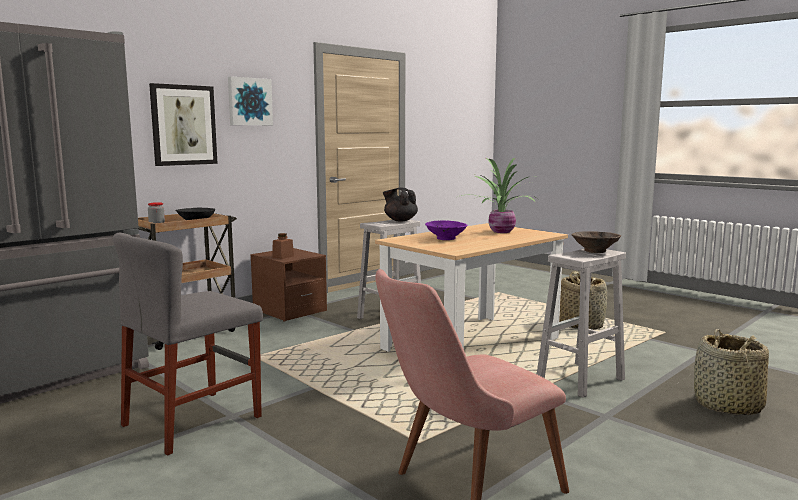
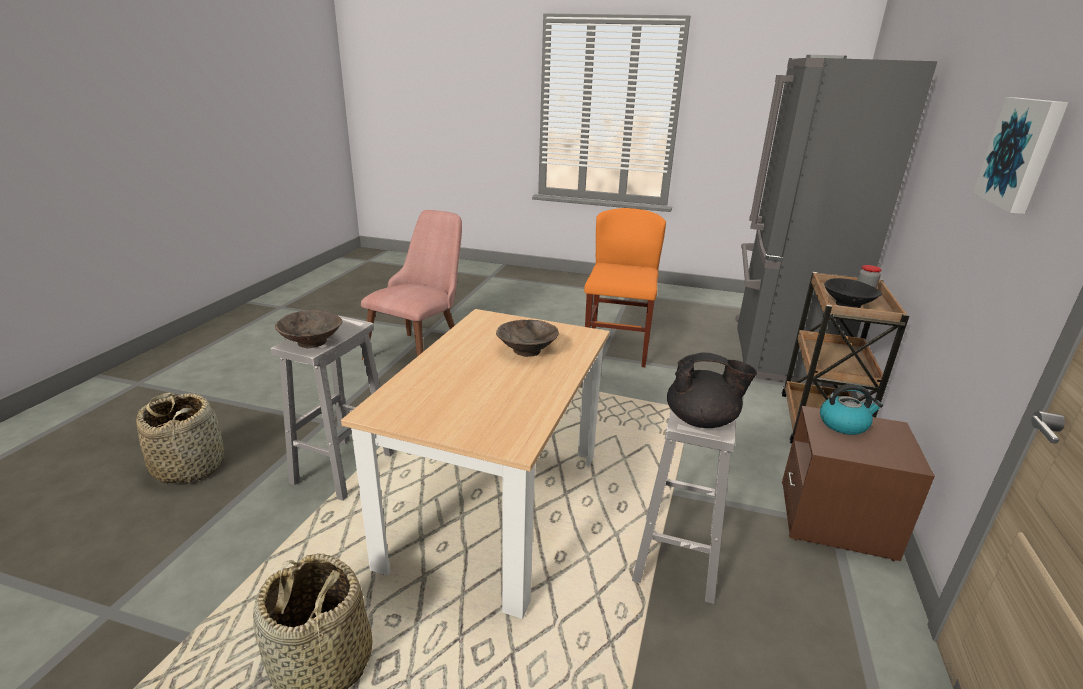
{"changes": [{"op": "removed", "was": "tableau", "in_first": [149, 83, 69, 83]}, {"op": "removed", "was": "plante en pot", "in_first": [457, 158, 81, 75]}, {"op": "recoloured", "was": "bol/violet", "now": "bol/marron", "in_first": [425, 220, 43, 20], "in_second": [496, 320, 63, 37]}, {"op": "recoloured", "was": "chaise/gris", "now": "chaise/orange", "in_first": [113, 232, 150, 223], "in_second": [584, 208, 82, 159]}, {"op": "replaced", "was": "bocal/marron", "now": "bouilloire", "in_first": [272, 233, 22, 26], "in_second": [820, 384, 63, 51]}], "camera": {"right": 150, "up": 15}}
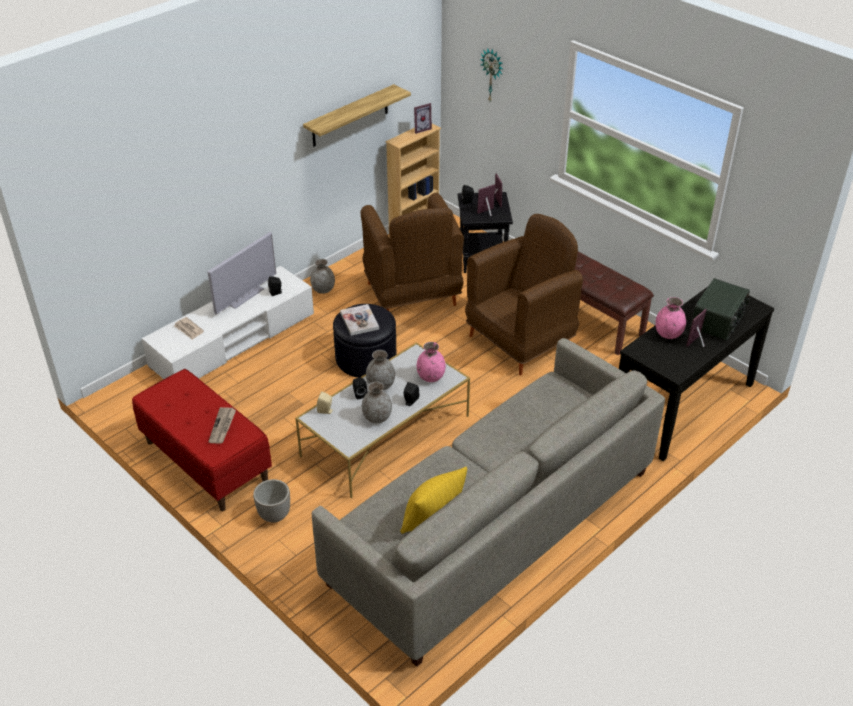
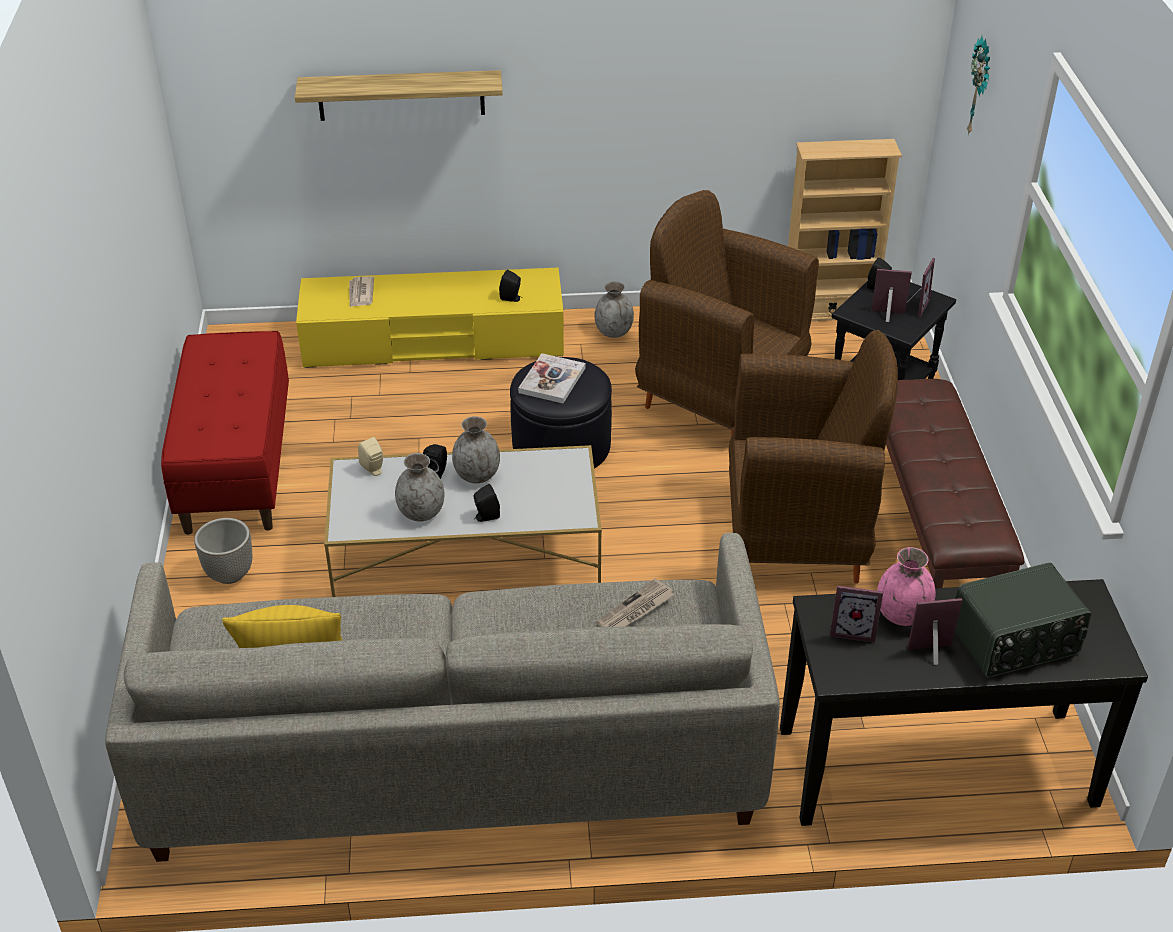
{"changes": [{"op": "moved", "was": "étagère", "in_first": [303, 84, 108, 62], "in_second": [295, 70, 208, 51]}, {"op": "moved", "was": "cadre photo", "in_first": [414, 103, 18, 31], "in_second": [830, 586, 53, 57]}, {"op": "turned", "was": "fauteuil/marron", "in_first": [361, 193, 103, 118], "in_second": [635, 190, 184, 246], "clockwise": 105}, {"op": "removed", "was": "téléviseur", "in_first": [207, 232, 69, 83]}, {"op": "recoloured", "was": "meuble télé/blanc", "now": "meuble télé/jaune", "in_first": [142, 266, 172, 113], "in_second": [296, 268, 268, 100]}, {"op": "removed", "was": "vase/rose", "in_first": [417, 342, 29, 40]}, {"op": "moved", "was": "journal", "in_first": [208, 407, 28, 37], "in_second": [597, 578, 77, 49]}], "camera": {"right": 40, "up": 0}}
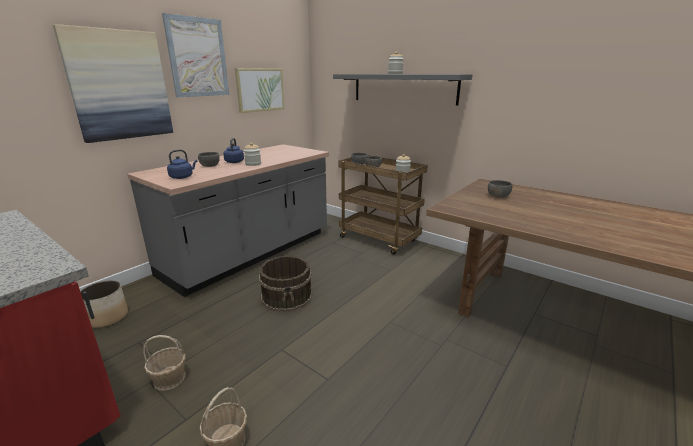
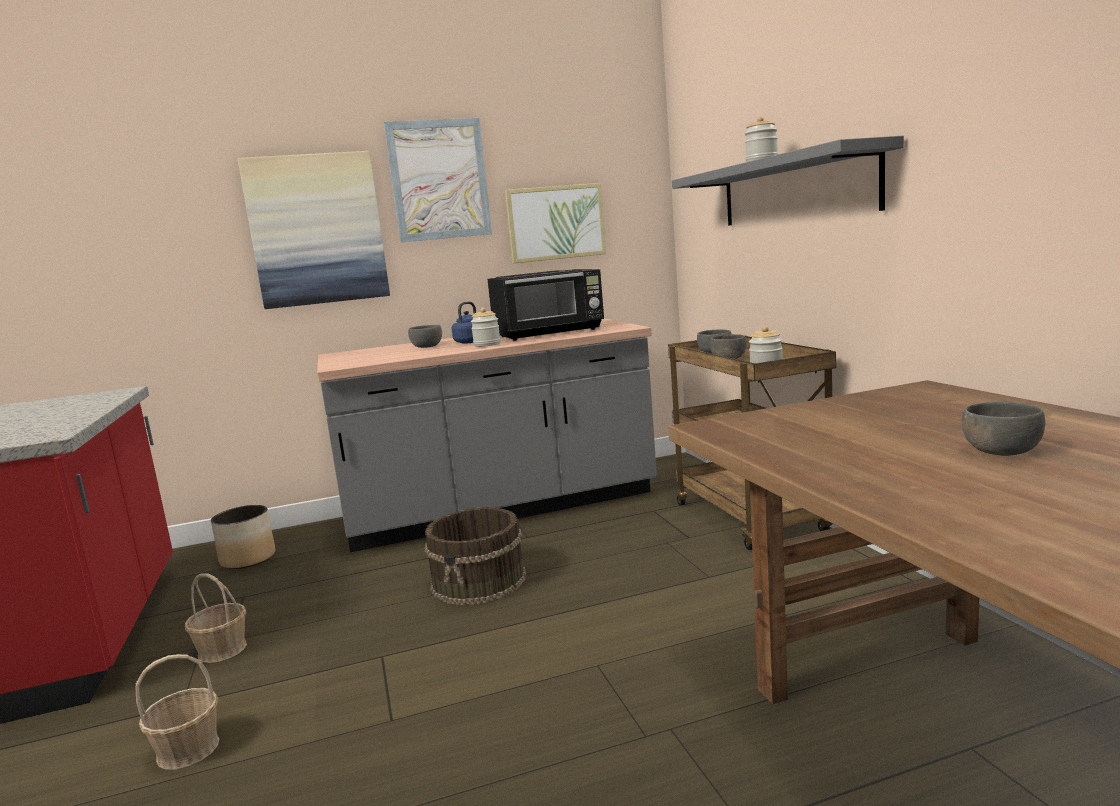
{"changes": [{"op": "removed", "was": "bouilloire/bleu", "in_first": [167, 149, 30, 30]}, {"op": "moved", "was": "bol/gris", "in_first": [488, 180, 24, 18], "in_second": [962, 402, 83, 54]}, {"op": "added", "now": "micro-ondes/noir", "in_second": [487, 269, 117, 72]}], "camera": {"right": 35, "up": -10}}
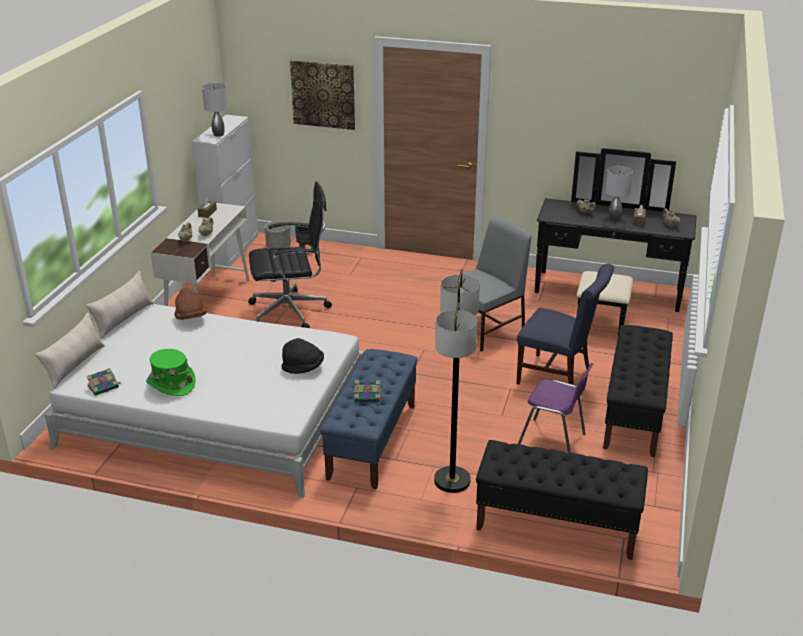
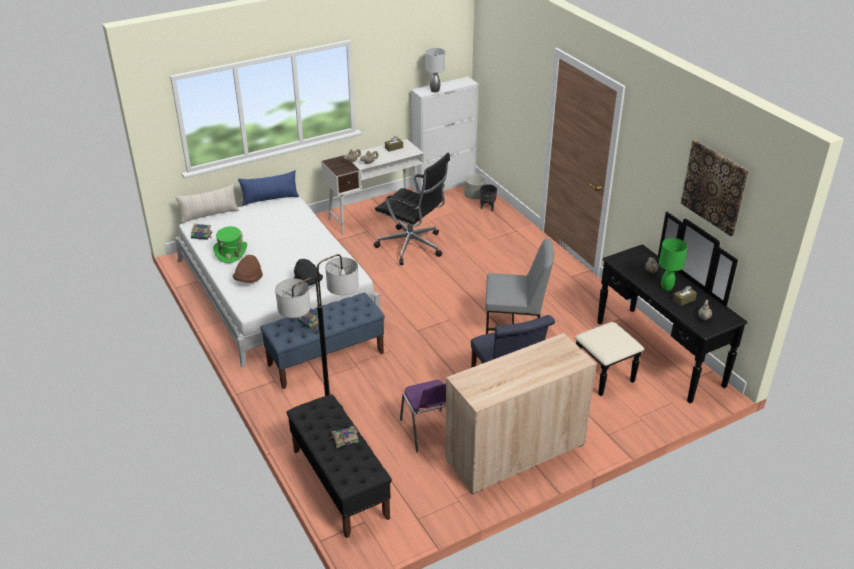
{"changes": [{"op": "moved", "was": "tableau", "in_first": [290, 60, 65, 70], "in_second": [681, 140, 68, 96]}, {"op": "recoloured", "was": "lampe de table/gris", "now": "lampe de table/vert", "in_first": [605, 166, 28, 55], "in_second": [659, 238, 29, 53]}, {"op": "recoloured", "was": "coussin/beige", "now": "coussin/bleu", "in_first": [86, 271, 67, 68], "in_second": [238, 170, 61, 36]}, {"op": "moved", "was": "chapeau/marron", "in_first": [174, 287, 32, 33], "in_second": [232, 255, 31, 28]}, {"op": "replaced", "was": "banc/noir", "now": "meuble de rangement/beige", "in_first": [603, 325, 70, 132], "in_second": [445, 333, 152, 161]}, {"op": "added", "now": "livre", "in_second": [328, 426, 31, 22]}], "camera": {"right": 45, "up": 5}}
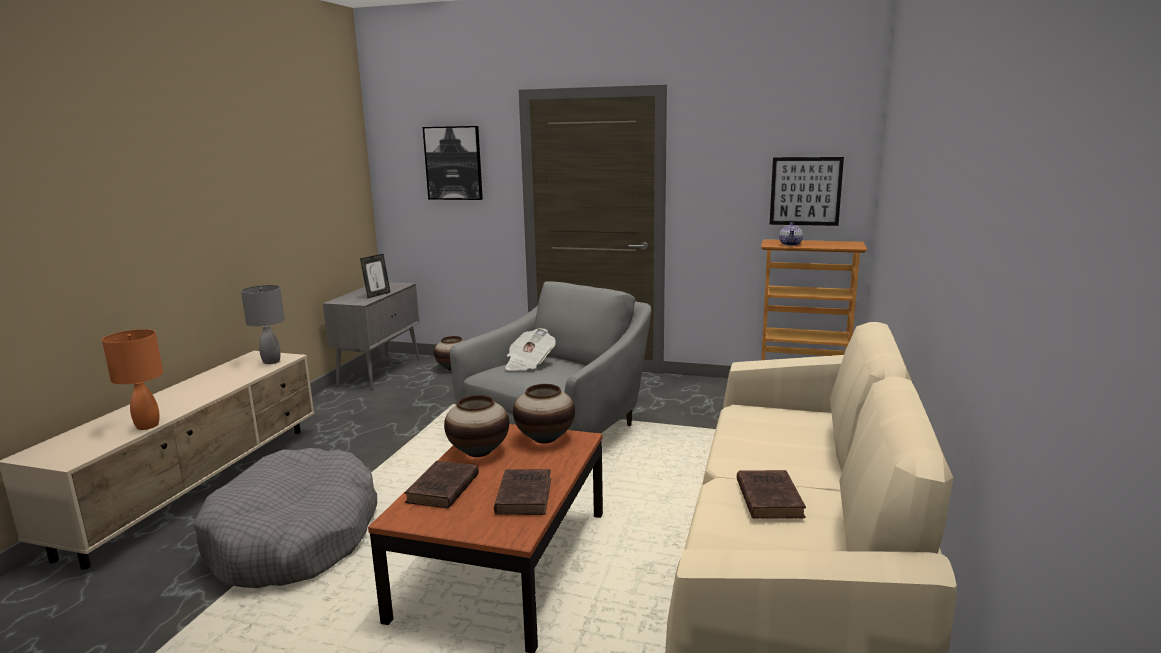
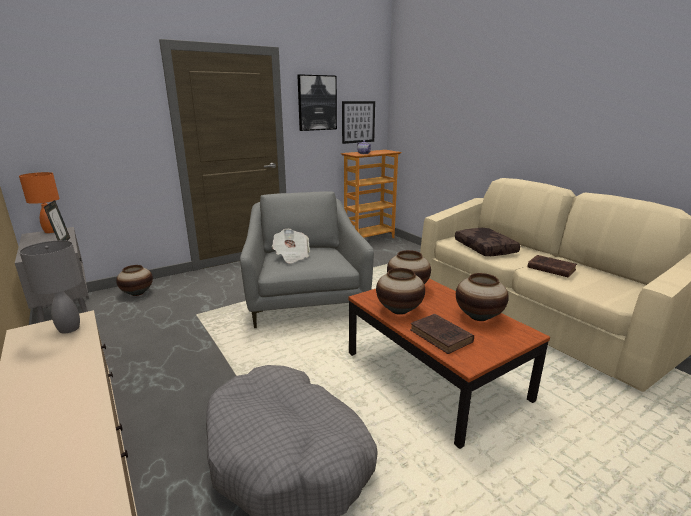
{"changes": [{"op": "moved", "was": "tableau", "in_first": [423, 126, 60, 74], "in_second": [297, 74, 40, 57]}, {"op": "moved", "was": "lampe de table/orange", "in_first": [102, 329, 61, 101], "in_second": [19, 172, 41, 61]}, {"op": "replaced", "was": "livre/marron", "now": "vase", "in_first": [494, 469, 57, 46], "in_second": [456, 273, 53, 48]}, {"op": "added", "now": "coussin/marron", "in_second": [455, 228, 65, 28]}], "camera": {"right": -50, "up": 5}}
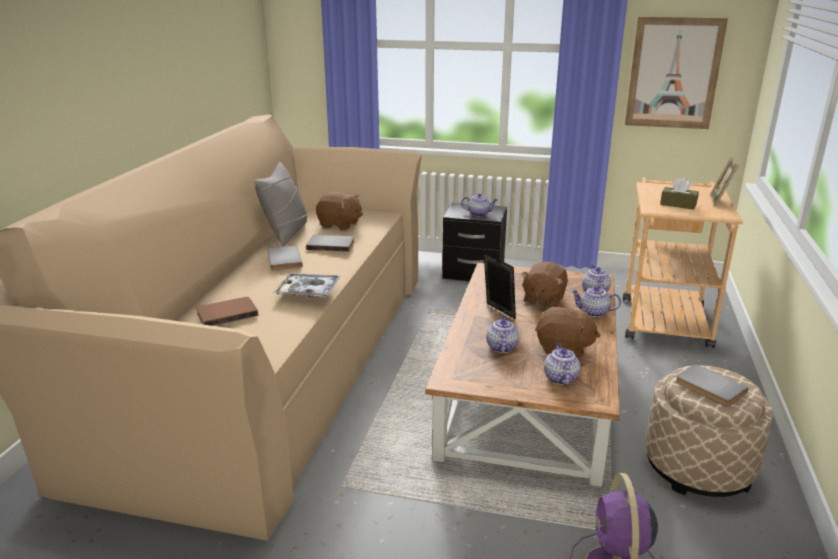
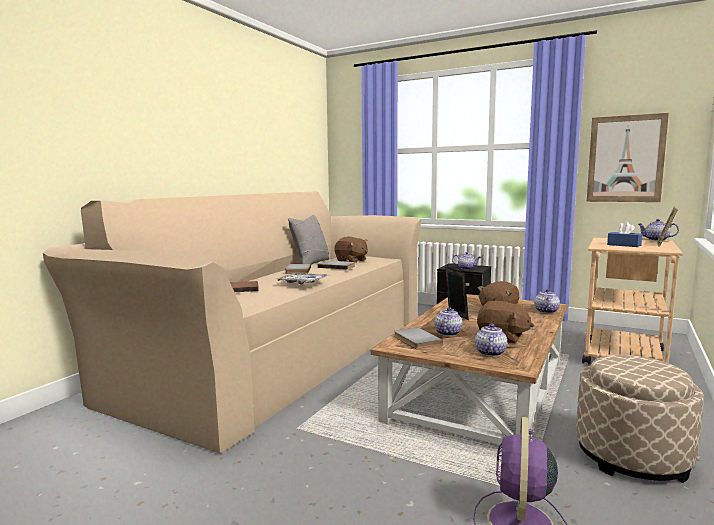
{"changes": [{"op": "recoloured", "was": "boîte à mouchoirs/marron", "now": "boîte à mouchoirs/bleu", "in_first": [660, 177, 39, 33], "in_second": [607, 222, 35, 25]}, {"op": "moved", "was": "théière", "in_first": [571, 286, 50, 31], "in_second": [638, 219, 41, 22]}, {"op": "moved", "was": "livre/gris", "in_first": [675, 364, 74, 43], "in_second": [394, 327, 49, 22]}], "camera": {"right": 15, "up": -15}}
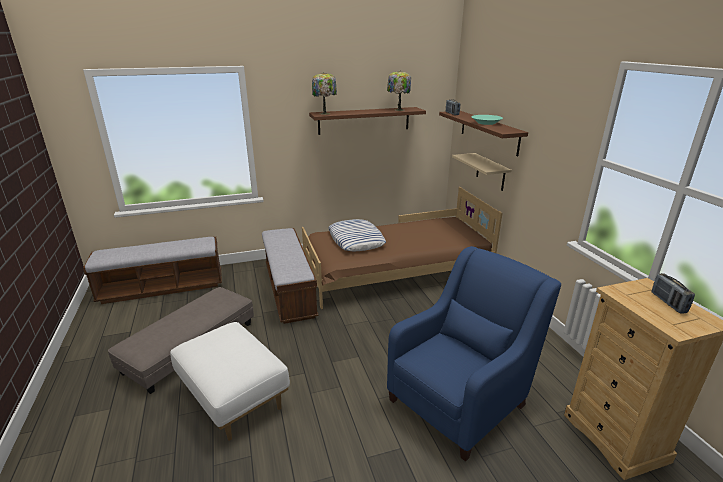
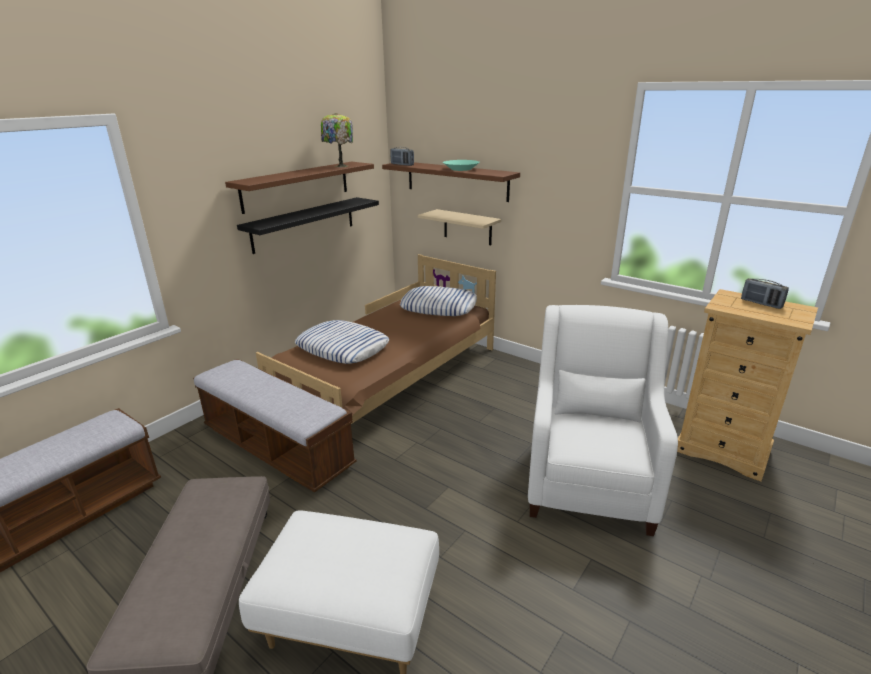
{"changes": [{"op": "removed", "was": "lampe de table", "in_first": [312, 72, 25, 43]}, {"op": "recoloured", "was": "fauteuil/bleu", "now": "fauteuil/blanc", "in_first": [387, 246, 174, 216], "in_second": [528, 305, 150, 231]}, {"op": "added", "now": "étagère/noir", "in_second": [237, 197, 142, 57]}, {"op": "added", "now": "coussin", "in_second": [400, 286, 77, 30]}], "camera": {"right": -35, "up": 0}}
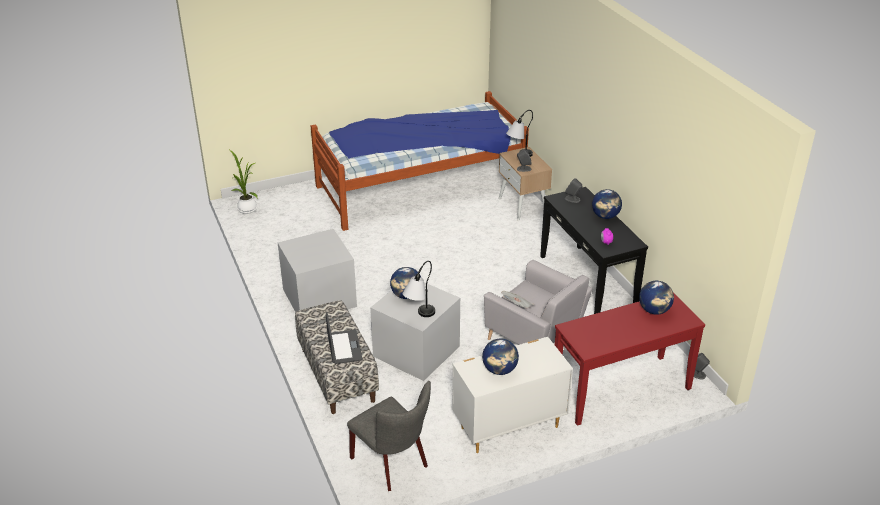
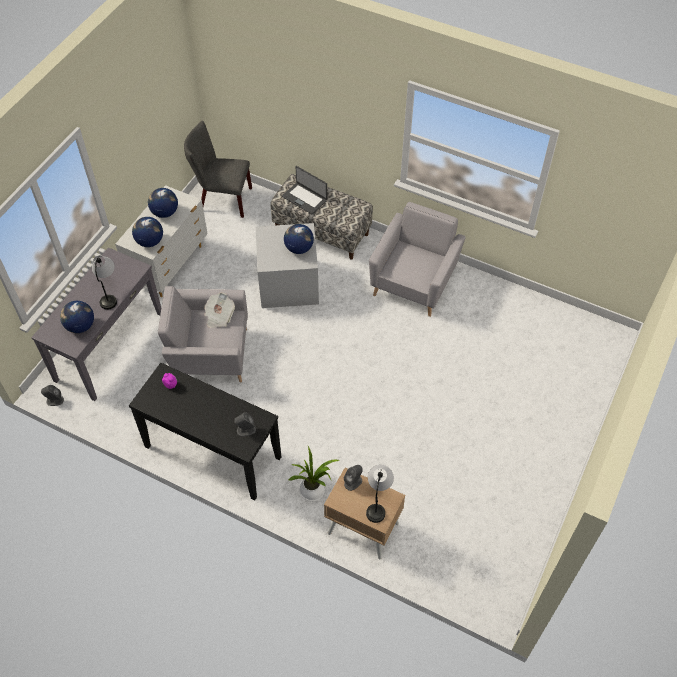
{"changes": [{"op": "removed", "was": "lit", "in_first": [311, 91, 218, 140]}, {"op": "moved", "was": "plante en pot", "in_first": [230, 150, 28, 64], "in_second": [289, 446, 50, 56]}, {"op": "moved", "was": "globe", "in_first": [592, 189, 30, 30], "in_second": [132, 217, 31, 30]}, {"op": "replaced", "was": "boîte de rangement/gris", "now": "fauteuil/gris", "in_first": [278, 229, 79, 83], "in_second": [369, 202, 97, 115]}, {"op": "moved", "was": "lampe de table", "in_first": [402, 261, 33, 56], "in_second": [92, 256, 25, 54]}, {"op": "recoloured", "was": "table console/rouge", "now": "table console/gris", "in_first": [555, 293, 150, 133], "in_second": [31, 248, 130, 153]}], "camera": {"right": 140, "up": 20}}
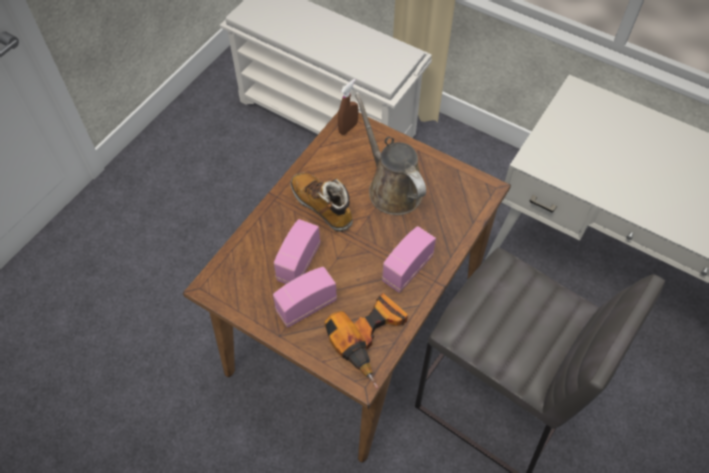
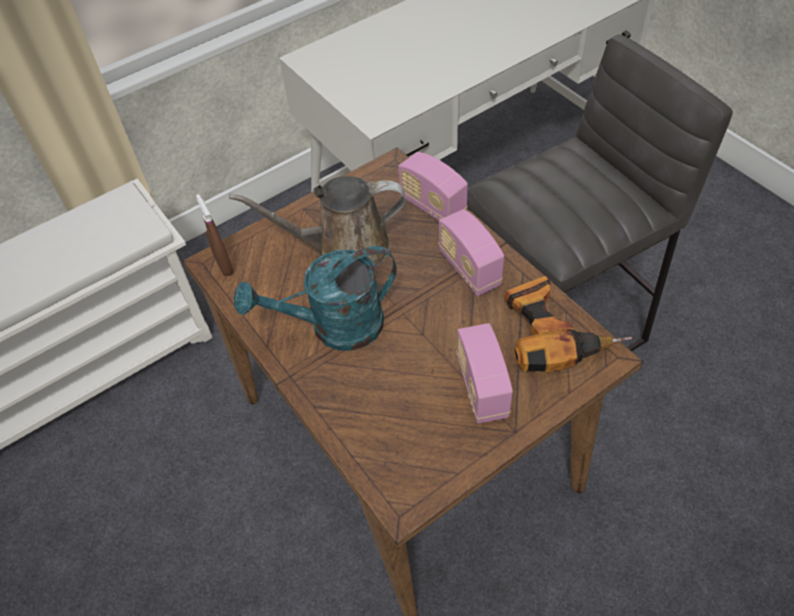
{"changes": [{"op": "replaced", "was": "botte", "now": "arrosoir/turquoise", "in_first": [291, 173, 62, 59], "in_second": [234, 246, 163, 104]}, {"op": "moved", "was": "radio", "in_first": [274, 219, 46, 65], "in_second": [398, 152, 70, 69]}], "camera": {"right": -65, "up": -5}}
